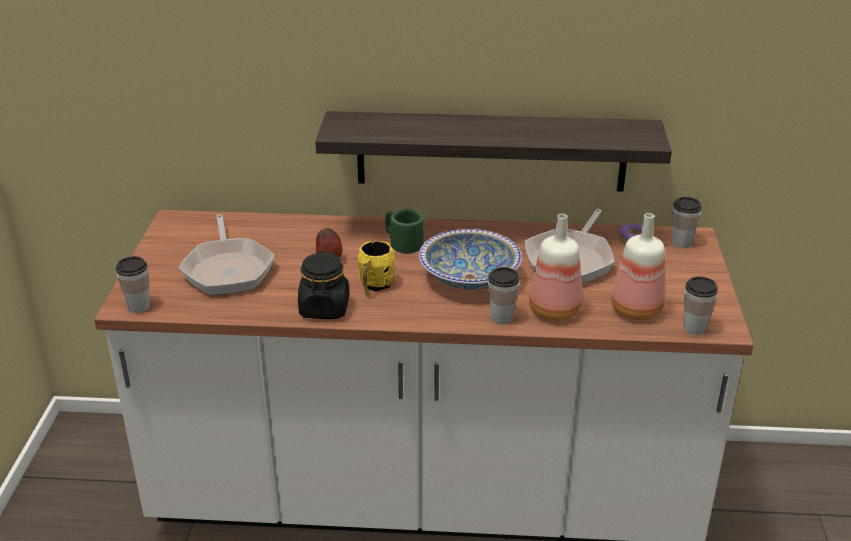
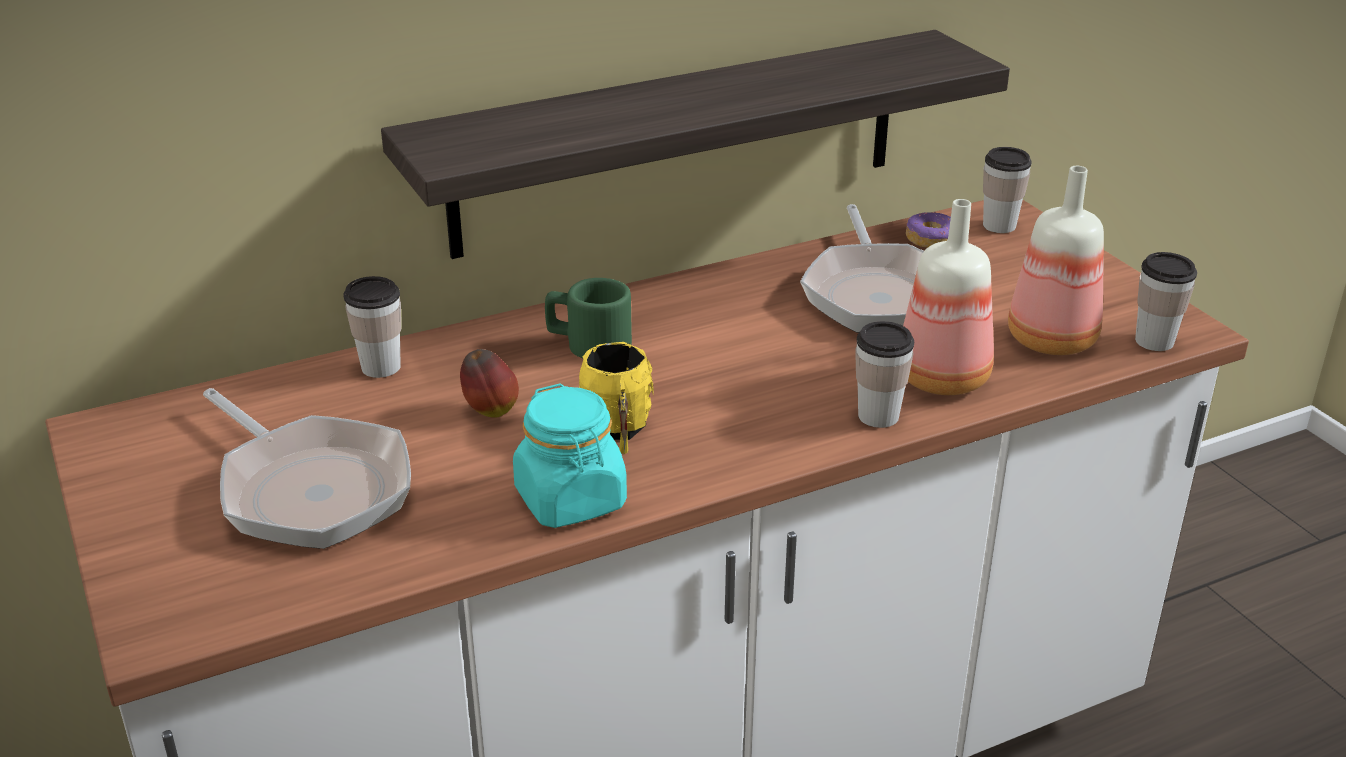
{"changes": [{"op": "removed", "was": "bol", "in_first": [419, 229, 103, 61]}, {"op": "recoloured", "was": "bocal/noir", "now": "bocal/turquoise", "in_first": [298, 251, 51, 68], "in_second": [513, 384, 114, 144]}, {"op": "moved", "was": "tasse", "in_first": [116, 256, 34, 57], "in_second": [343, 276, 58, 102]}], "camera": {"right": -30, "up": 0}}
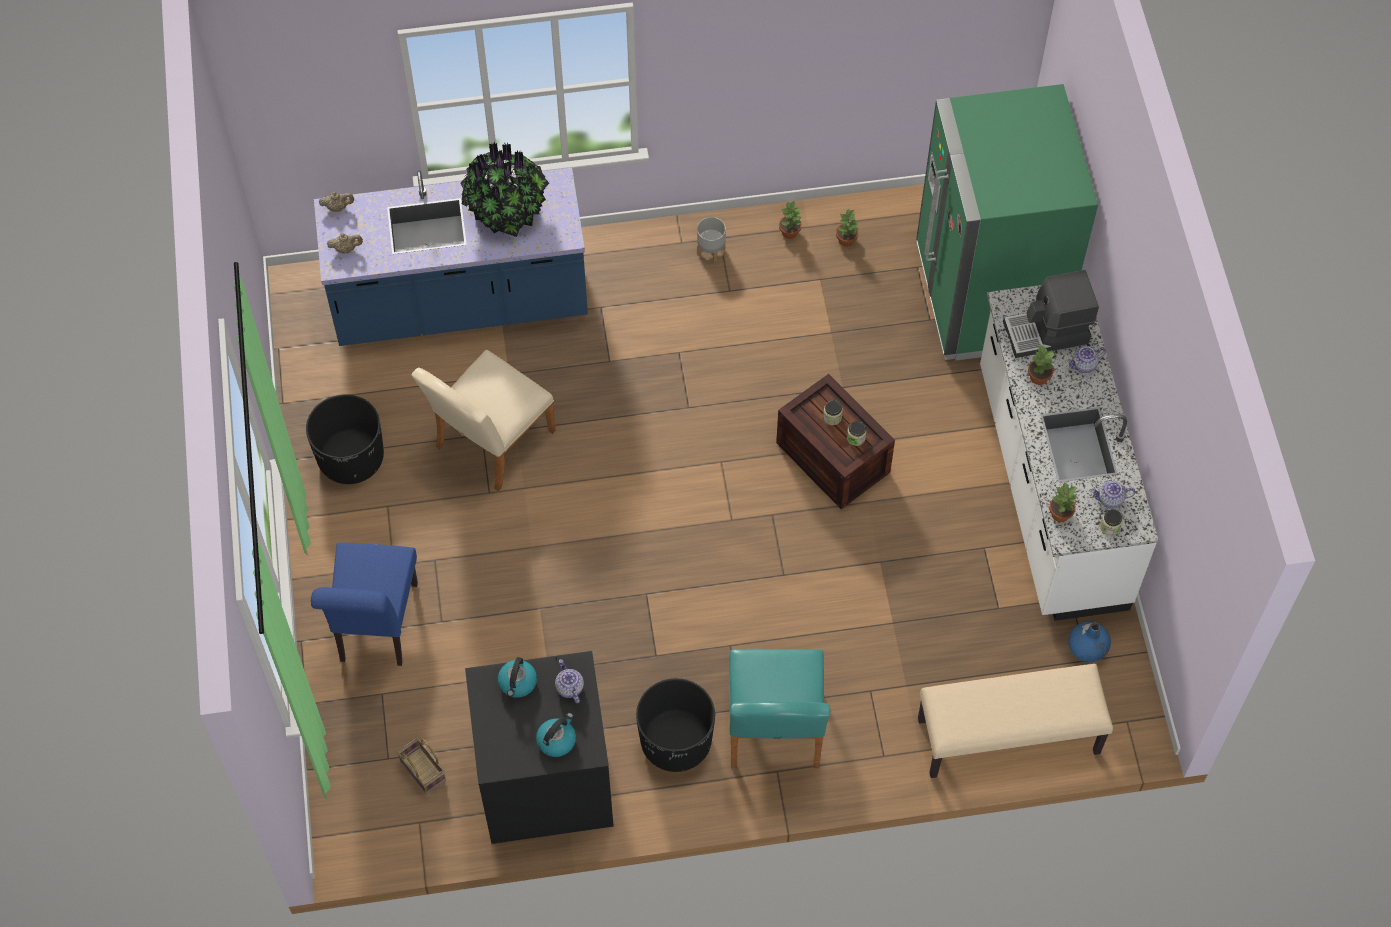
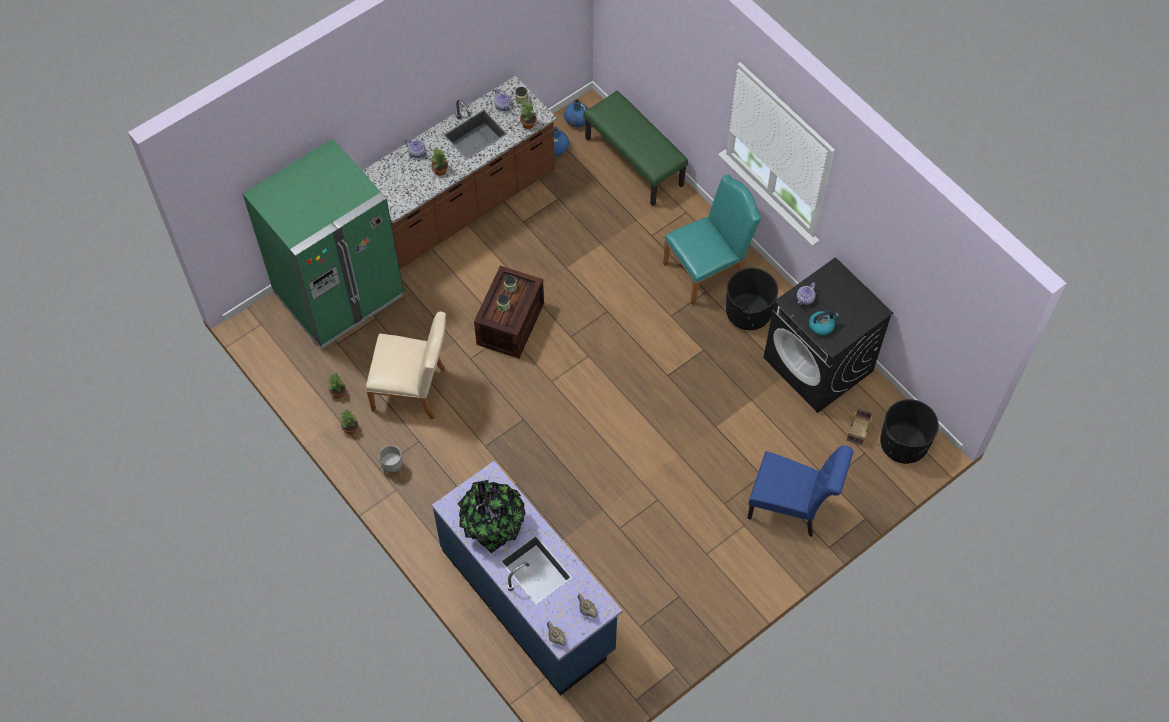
{"changes": [{"op": "removed", "was": "machine à café", "in_first": [1003, 270, 96, 88]}, {"op": "recoloured", "was": "comptoir de cuisine/blanc", "now": "comptoir de cuisine/marron", "in_first": [980, 285, 178, 336], "in_second": [362, 76, 195, 193]}, {"op": "moved", "was": "chaise/beige", "in_first": [411, 350, 145, 141], "in_second": [366, 312, 80, 107]}, {"op": "moved", "was": "cache-pot/noir", "in_first": [306, 394, 78, 90], "in_second": [880, 399, 59, 65]}, {"op": "turned", "was": "chaise/bleu", "in_first": [311, 543, 107, 123], "in_second": [747, 446, 106, 91], "clockwise": 45}, {"op": "recoloured", "was": "banc/beige", "now": "banc/vert", "in_first": [918, 664, 195, 114], "in_second": [583, 91, 105, 115]}, {"op": "removed", "was": "bouilloire", "in_first": [536, 713, 40, 44]}, {"op": "added", "now": "vase/bleu", "in_second": [564, 99, 24, 28]}], "camera": {"right": -120, "up": 0}}
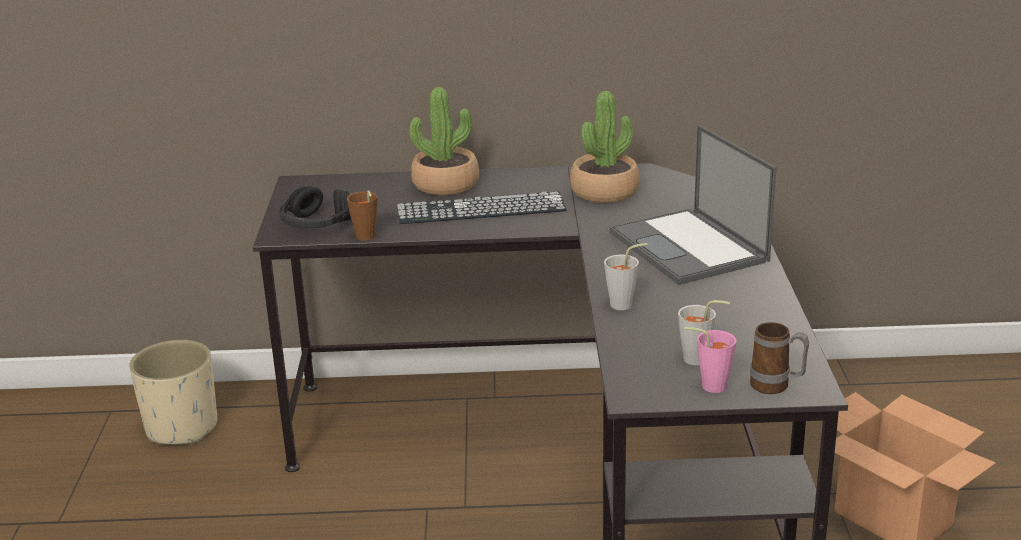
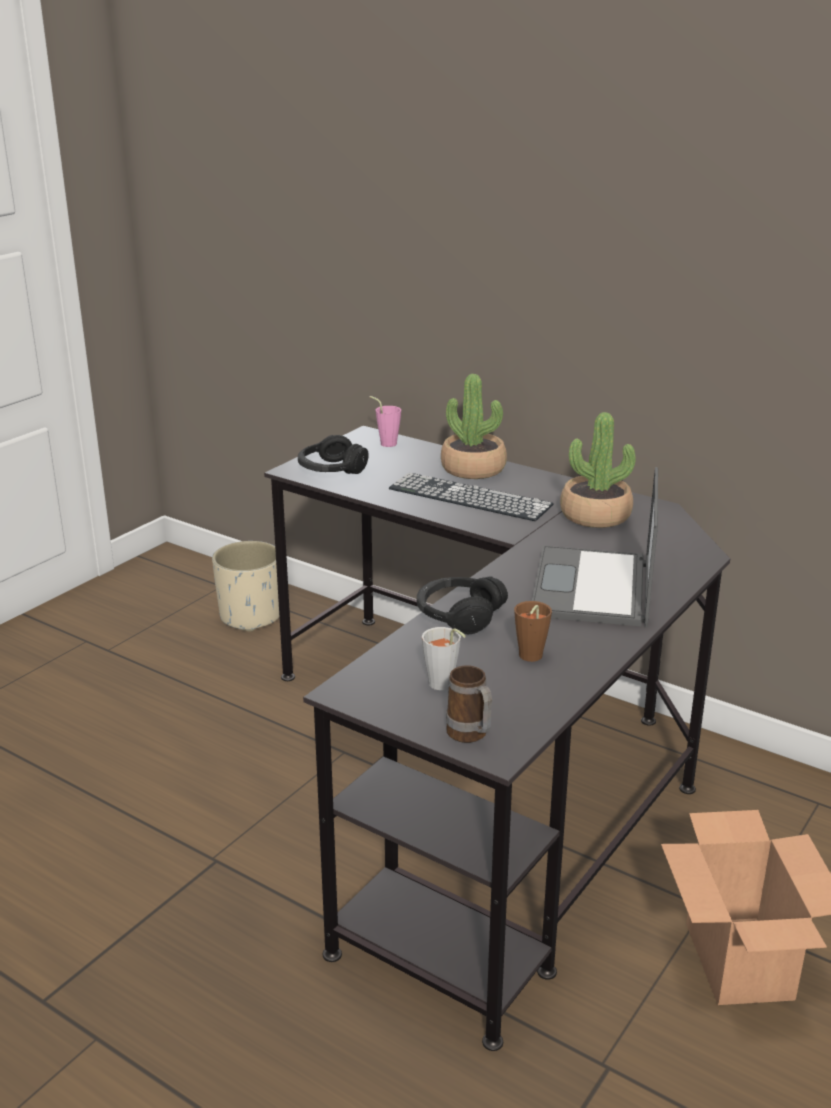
{"changes": [{"op": "moved", "was": "tasse/marron", "in_first": [347, 190, 31, 51], "in_second": [514, 601, 38, 61]}, {"op": "replaced", "was": "tasse/gris", "now": "casque audio/noir", "in_first": [604, 243, 43, 67], "in_second": [417, 576, 91, 58]}, {"op": "moved", "was": "tasse/rose", "in_first": [684, 327, 53, 66], "in_second": [370, 396, 31, 51]}], "camera": {"right": 35, "up": 0}}
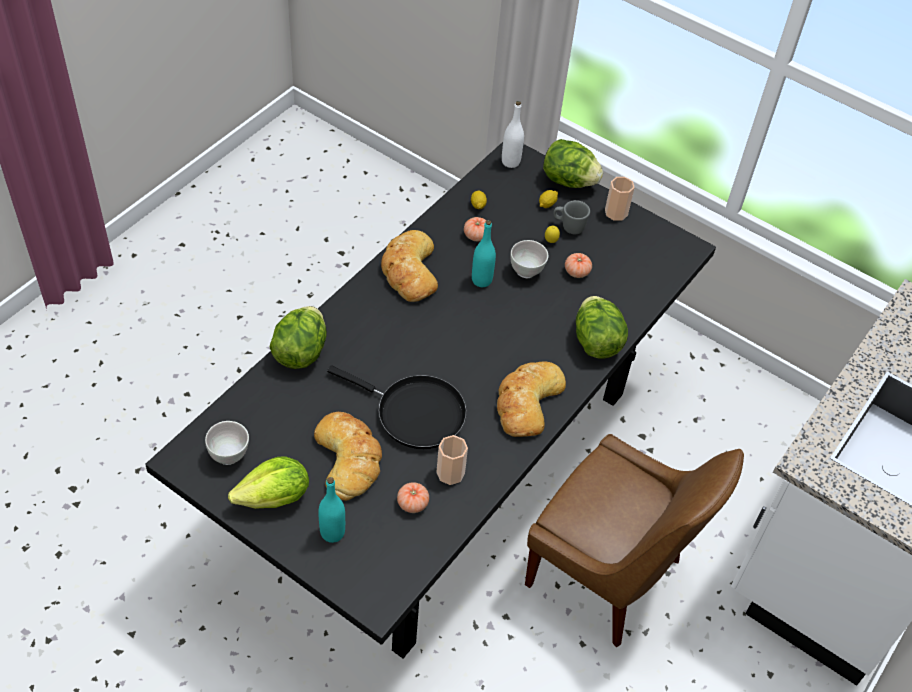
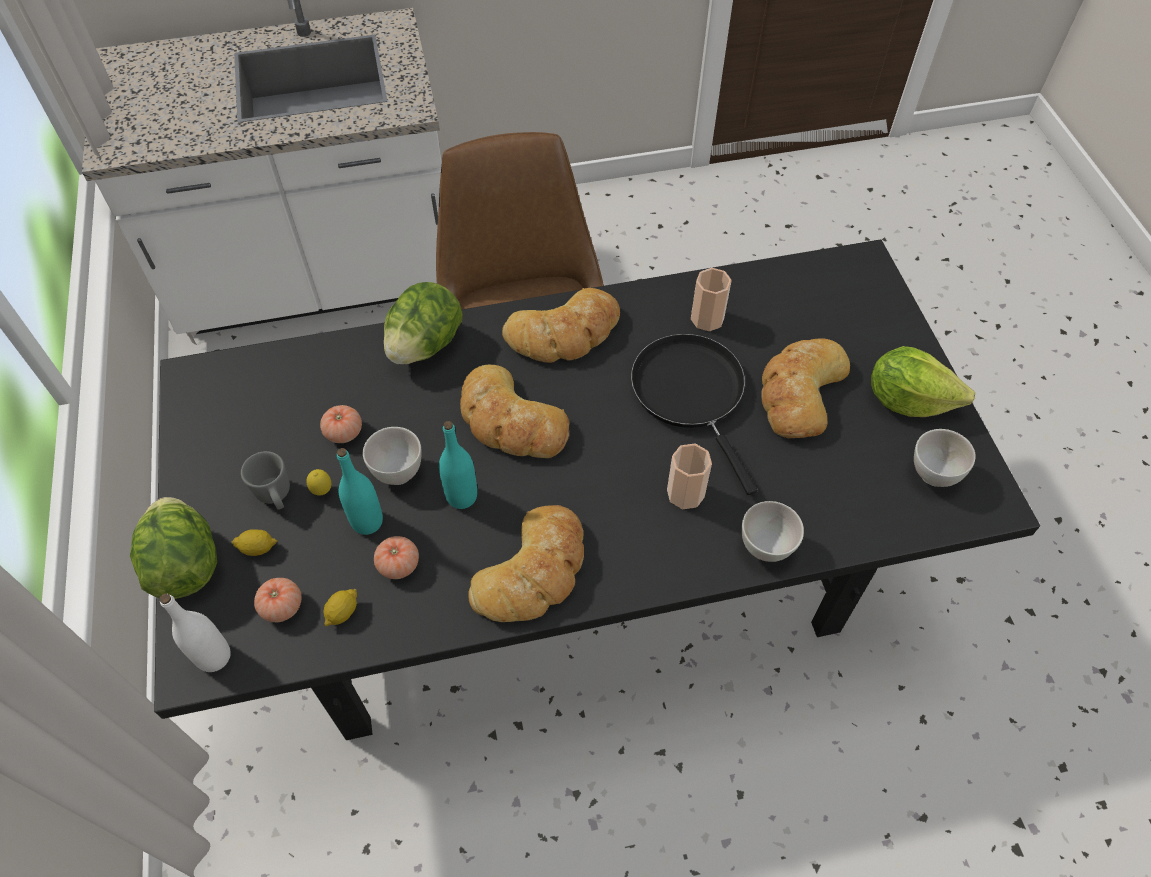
{"changes": [{"op": "moved", "was": "tasse", "in_first": [605, 177, 30, 44], "in_second": [667, 444, 45, 65]}, {"op": "replaced", "was": "laitue", "now": "bol/blanc", "in_first": [270, 306, 57, 63], "in_second": [742, 501, 62, 61]}, {"op": "moved", "was": "bouteille/turquoise", "in_first": [318, 477, 27, 66], "in_second": [337, 448, 46, 87]}, {"op": "moved", "was": "tomate", "in_first": [397, 482, 32, 31], "in_second": [254, 578, 48, 44]}, {"op": "added", "now": "pain", "in_second": [460, 365, 109, 93]}], "camera": {"right": -135, "up": 5}}
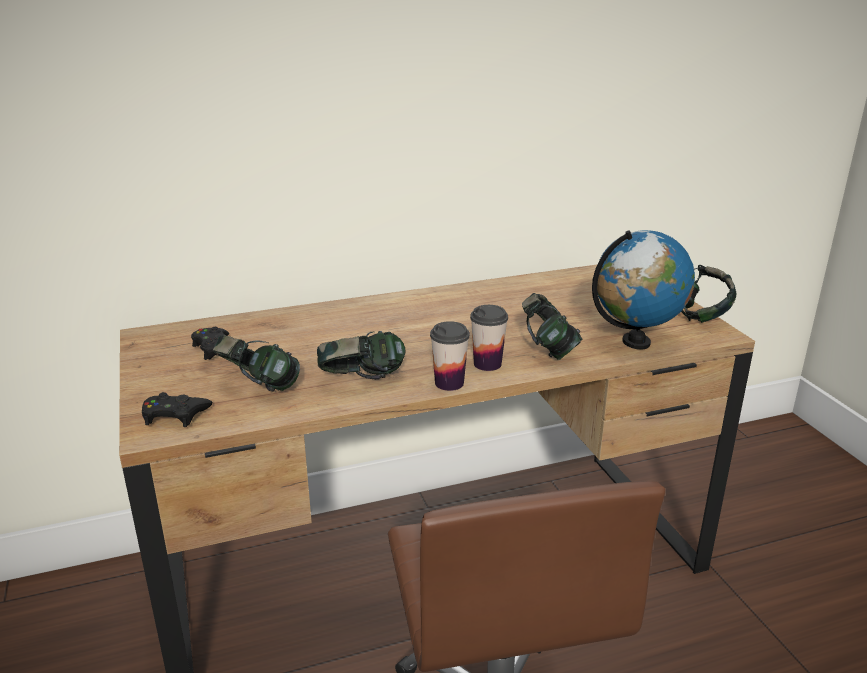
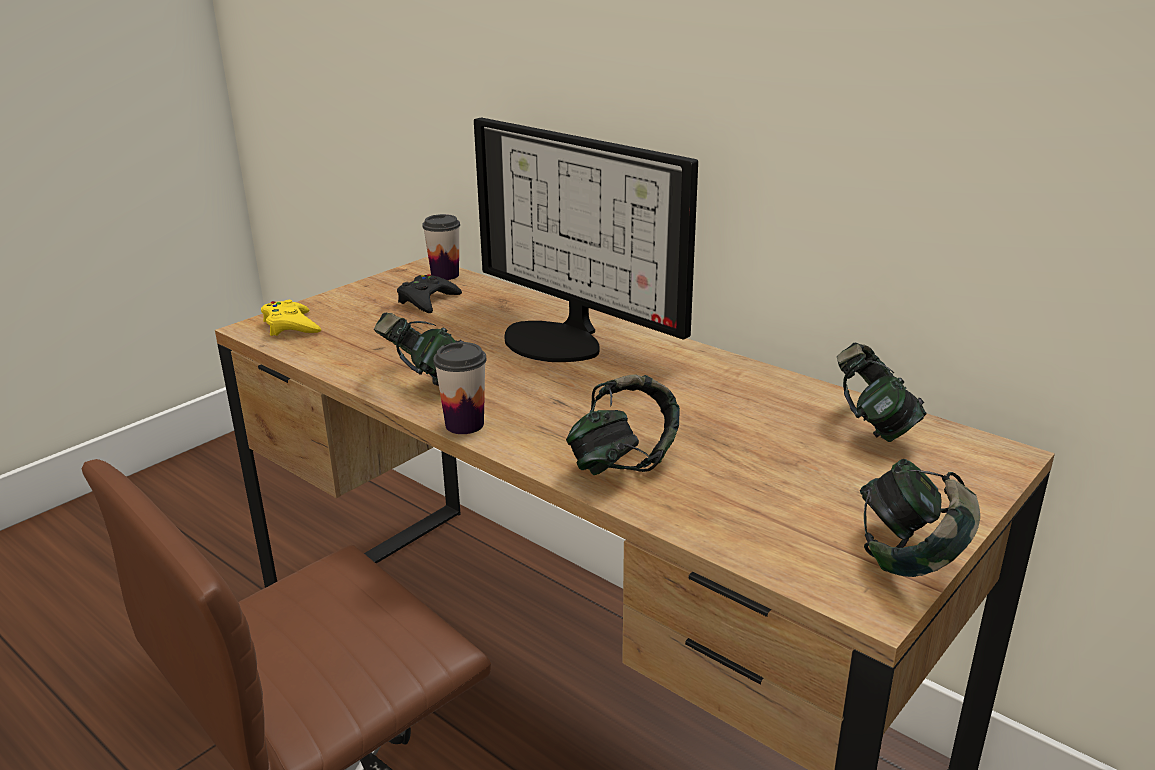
{"changes": [{"op": "removed", "was": "globe", "in_first": [592, 230, 103, 119]}, {"op": "moved", "was": "tasse", "in_first": [470, 305, 38, 66], "in_second": [422, 214, 38, 66]}, {"op": "moved", "was": "casque audio", "in_first": [213, 335, 87, 57], "in_second": [837, 343, 90, 99]}, {"op": "recoloured", "was": "manette/noir", "now": "manette/jaune", "in_first": [142, 392, 70, 35], "in_second": [261, 300, 60, 36]}, {"op": "added", "now": "écran d'ordinateur", "in_second": [474, 117, 224, 245]}], "camera": {"right": 60, "up": 0}}
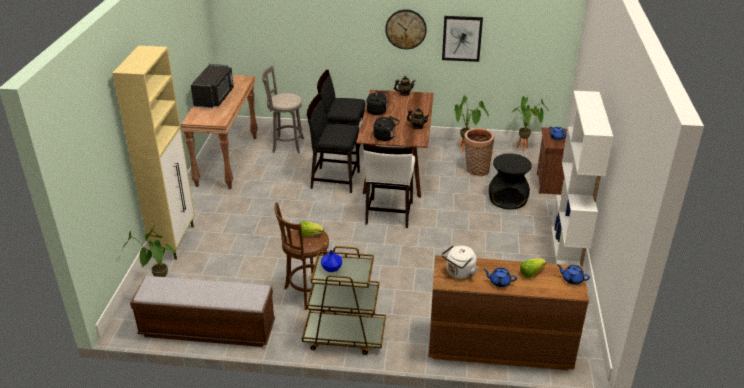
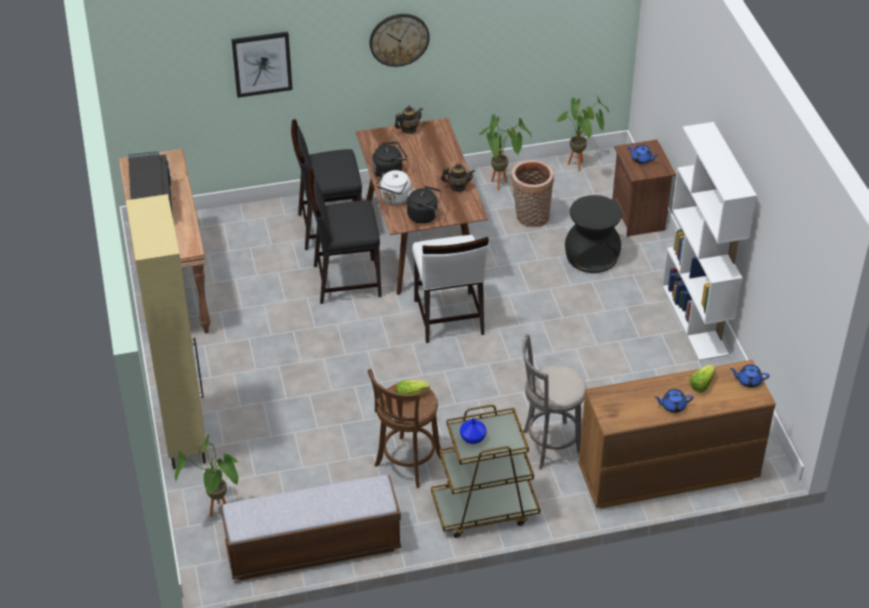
{"changes": [{"op": "moved", "was": "tableau", "in_first": [442, 16, 41, 46], "in_second": [231, 32, 62, 66]}, {"op": "moved", "was": "tabouret/gris", "in_first": [262, 66, 42, 88], "in_second": [522, 334, 65, 136]}, {"op": "moved", "was": "bouilloire/blanc", "in_first": [442, 245, 37, 34], "in_second": [375, 170, 40, 35]}], "camera": {"right": -20, "up": 10}}
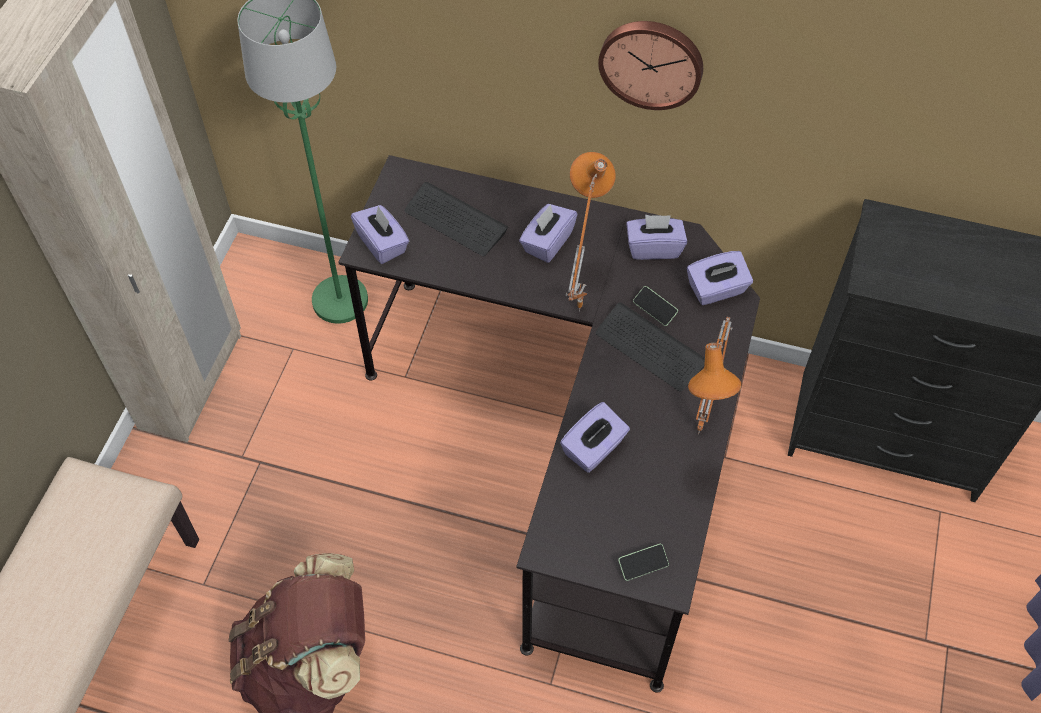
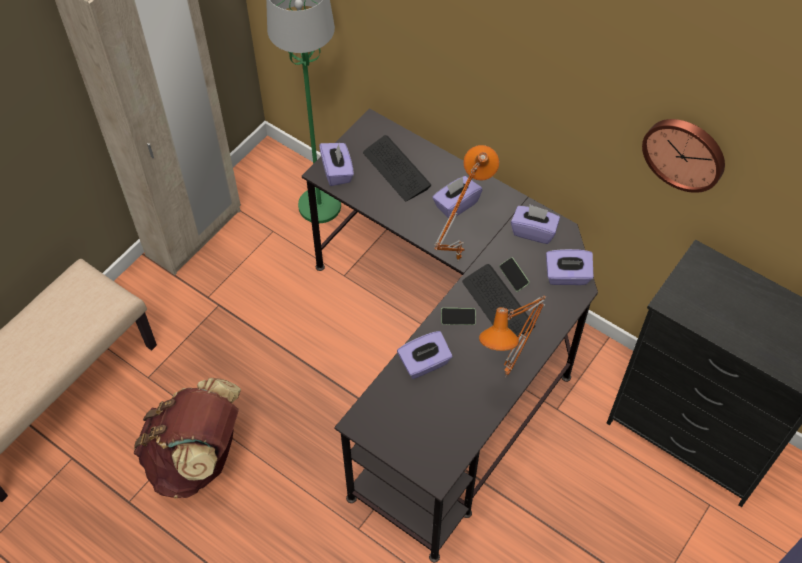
{"changes": [{"op": "moved", "was": "horloge murale", "in_first": [598, 21, 105, 89], "in_second": [642, 119, 83, 74]}, {"op": "moved", "was": "téléphone", "in_first": [618, 544, 51, 37], "in_second": [441, 308, 35, 17]}], "camera": {"right": 20, "up": 0}}
